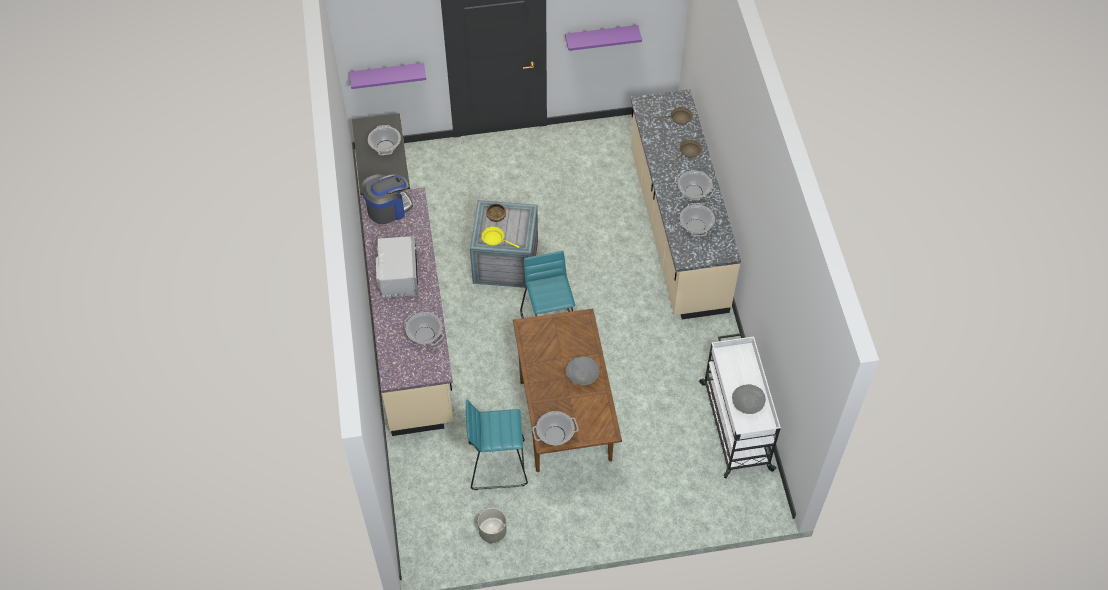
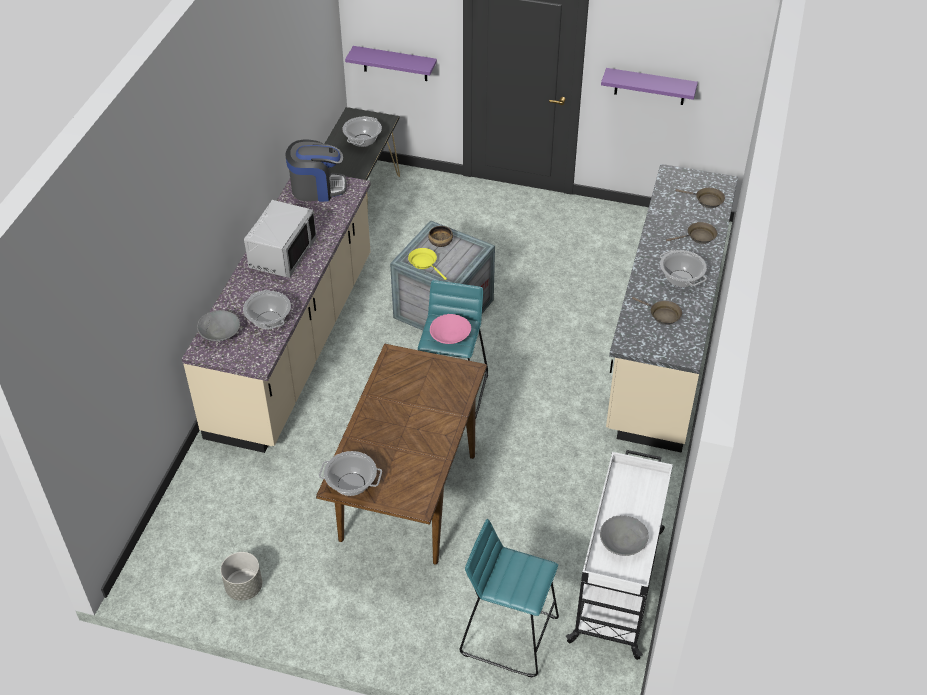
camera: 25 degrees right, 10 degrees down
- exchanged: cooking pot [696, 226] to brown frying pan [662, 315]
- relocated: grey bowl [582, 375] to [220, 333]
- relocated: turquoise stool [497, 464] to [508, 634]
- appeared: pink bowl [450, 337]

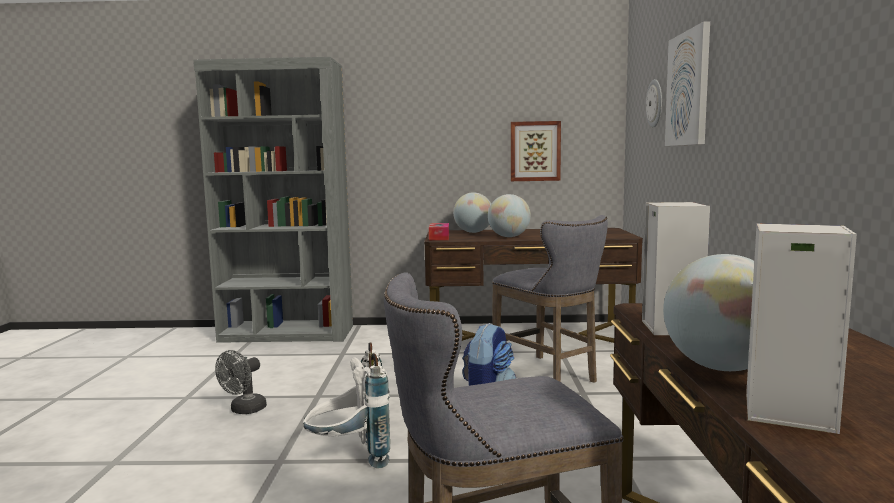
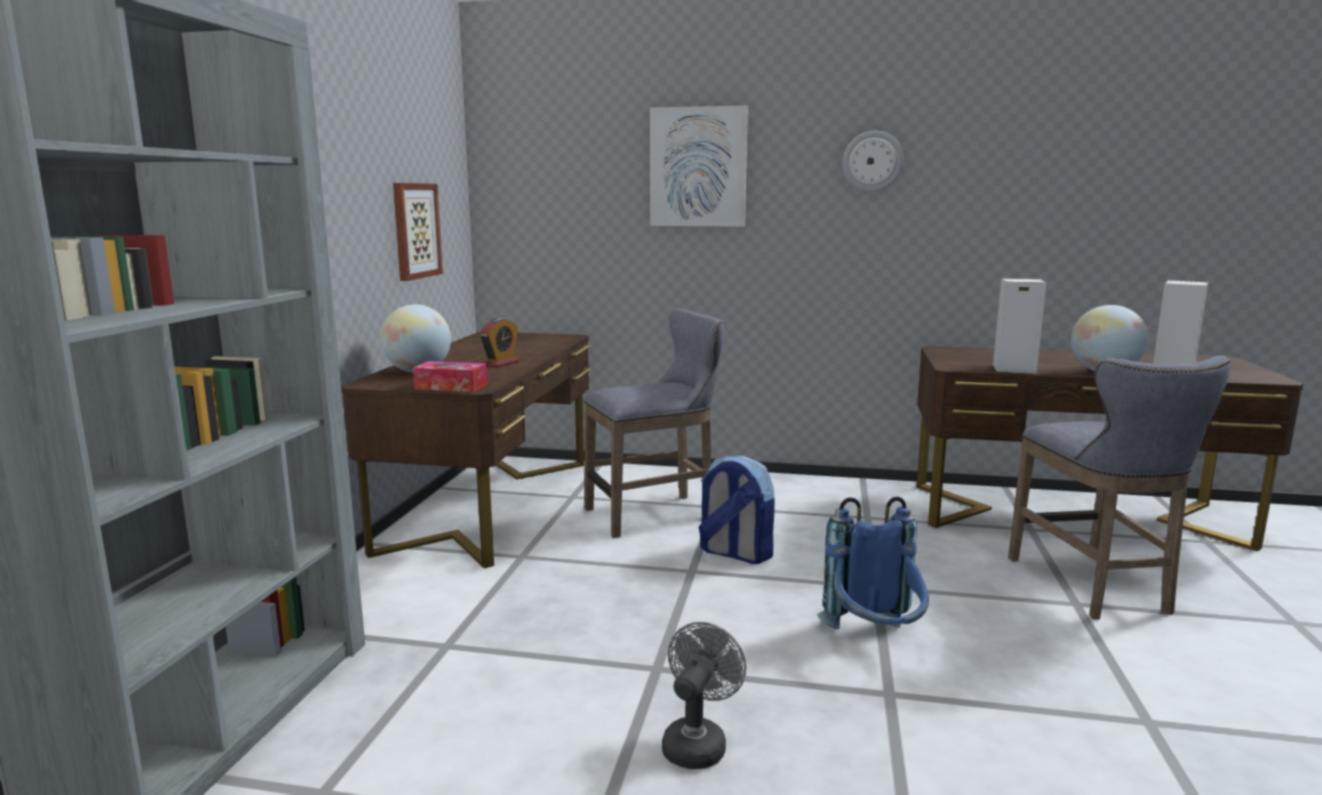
camera: 80 degrees left, 5 degrees up
- relocated: wall clock [655, 103] to [872, 161]
- exchanged: globe [509, 237] to alarm clock [500, 363]
- colour: white backpack [350, 457] to blue backpack [874, 642]
- spun: grey fan [244, 410] = [697, 742] 105 degrees counterclockwise

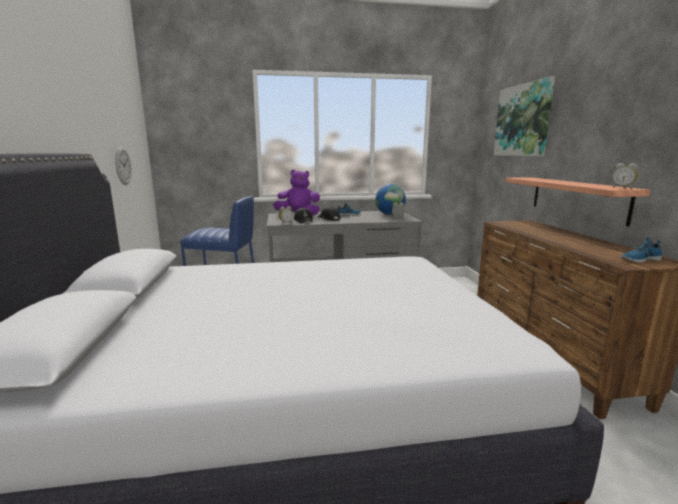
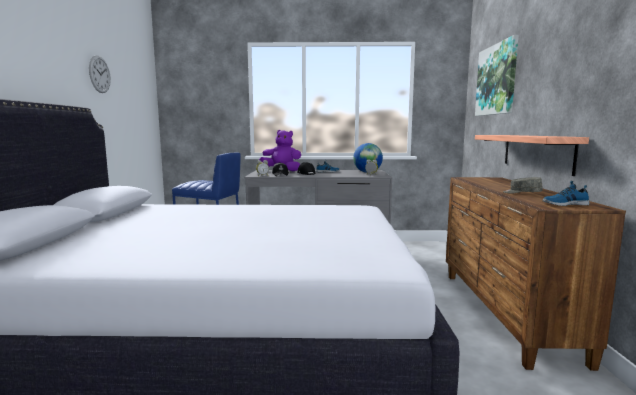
camera: 10 degrees right, 5 degrees down
- relocated: wall clock [123, 166] to [99, 74]
- missing: alarm clock [623, 188]
- appeared: grey cap [522, 193]

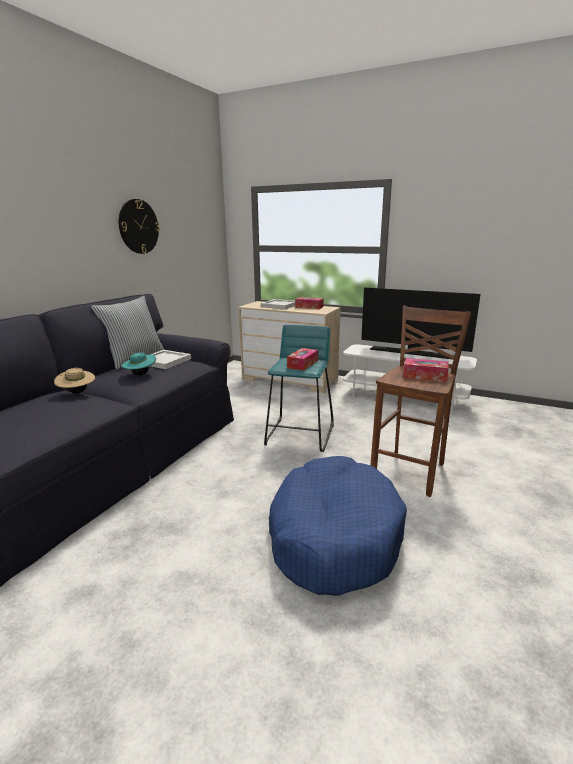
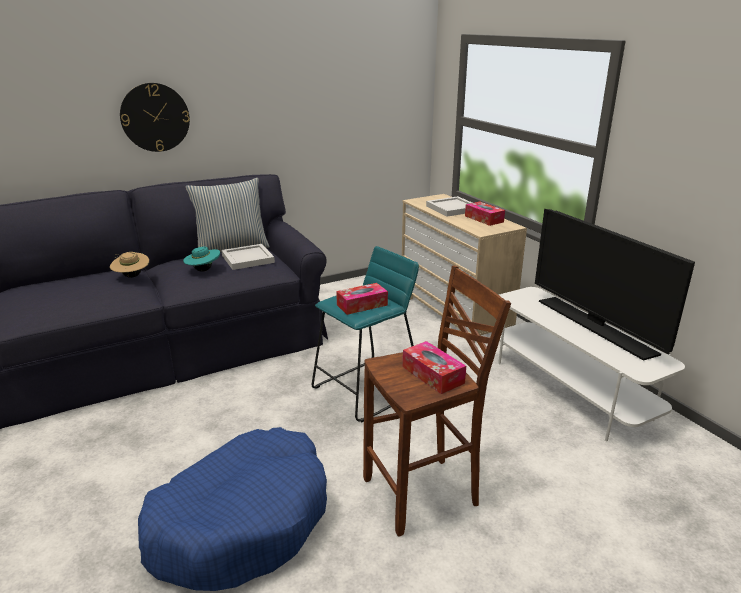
camera: 35 degrees right, 5 degrees up
- relocated: wall clock [138, 226] to [155, 117]

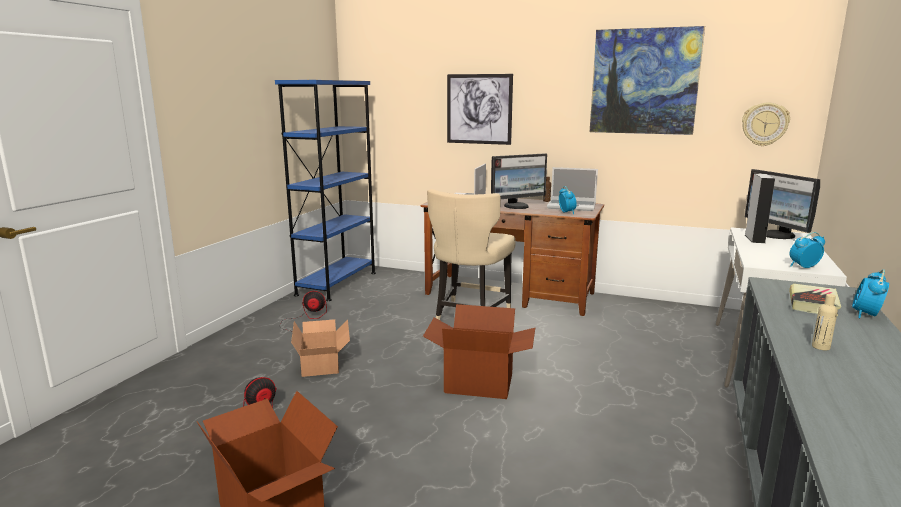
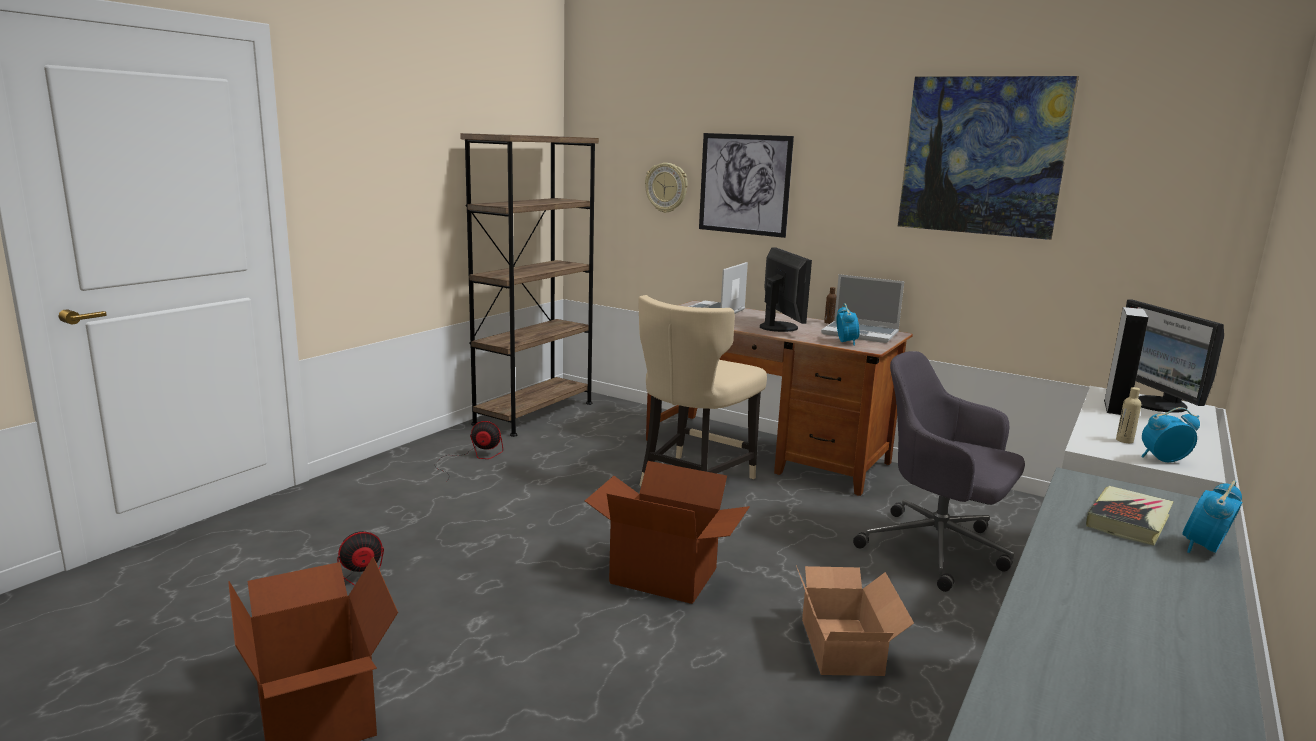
camera: 10 degrees right, 0 degrees up
- colour: blue bookcase [337, 283] to brown bookcase [534, 413]
- relocated: wall clock [764, 124] to [666, 187]
- spun: monitor [517, 206] = [780, 327] 90 degrees counterclockwise
- relocated: beige bottle [820, 347] to [1124, 440]
- relocated: cardboard box [323, 362] to [844, 645]
- appeared: grey office chair [938, 550]

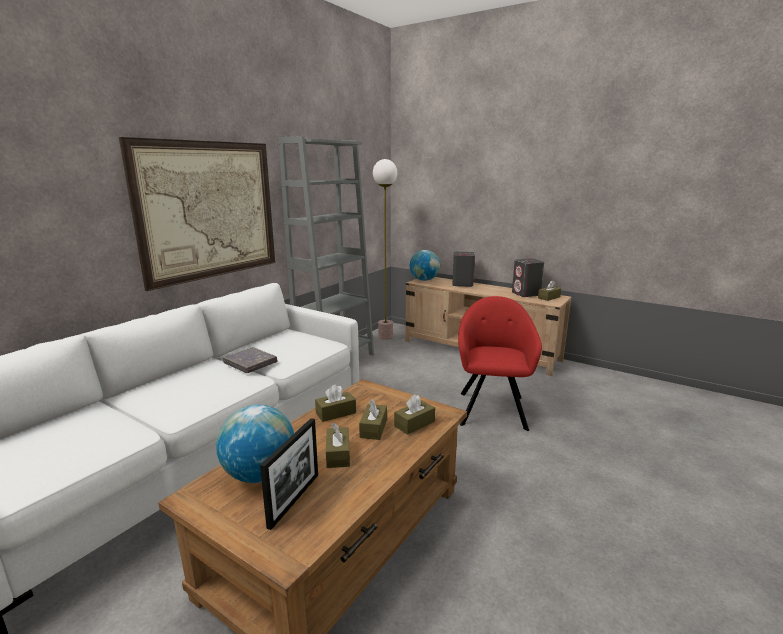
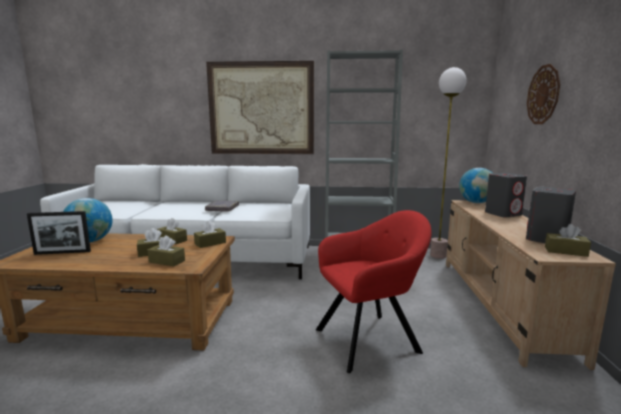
camera: 60 degrees right, 5 degrees down
- relocated: brown tissue box [338, 454] to [210, 243]
- appeared: wall clock [543, 95]

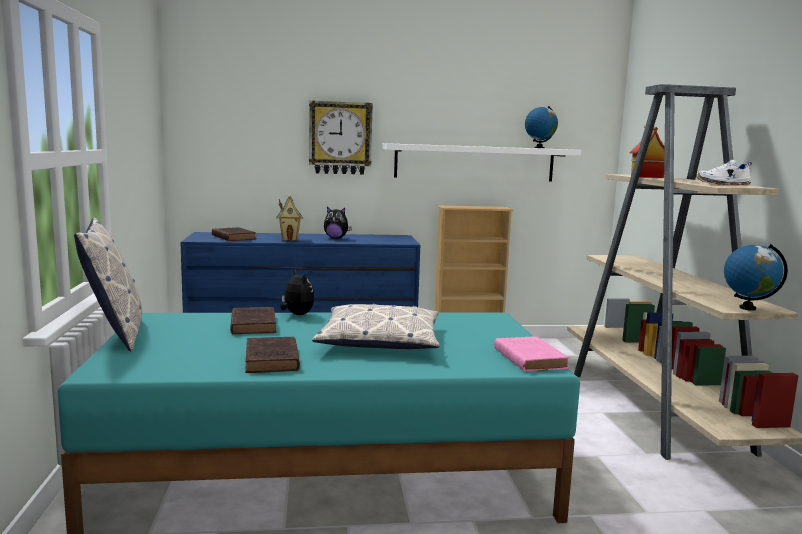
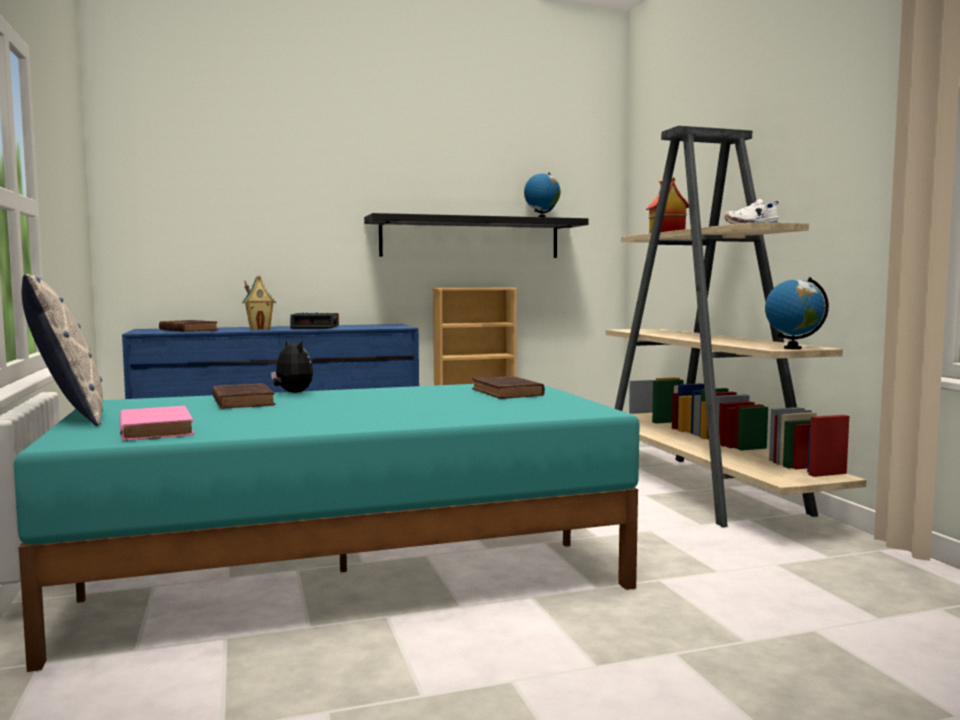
camera: 10 degrees left, 5 degrees down
- missing: wall clock [340, 138]
- colour: white shelf [474, 162] to black shelf [470, 238]
- exchanged: plush toy [336, 238] to alarm clock [315, 327]
- missing: pillow [380, 340]
- relocated: brown book [272, 360] to [508, 393]
- relocated: pink book [529, 358] to [155, 429]

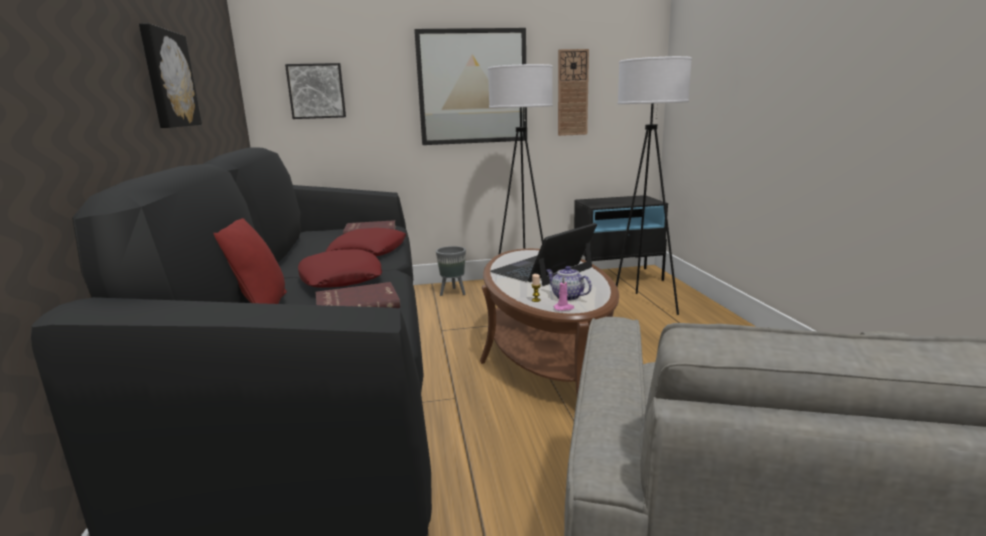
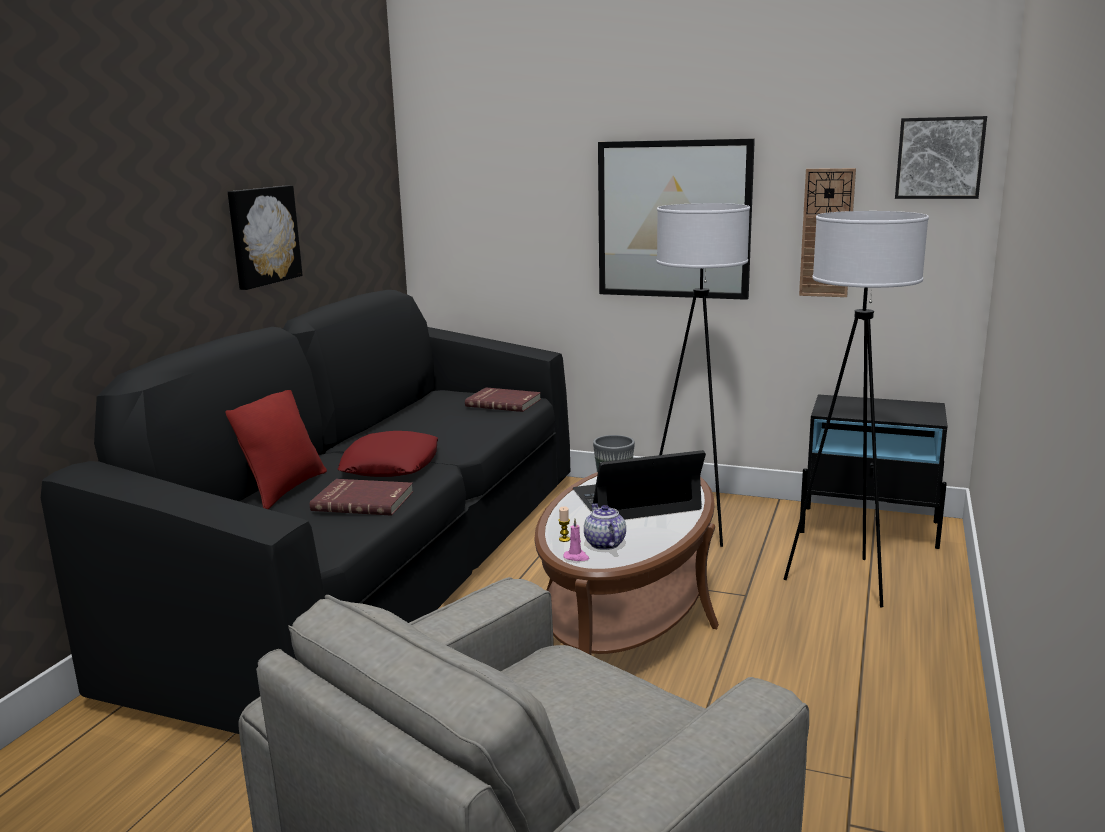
camera: 30 degrees right, 0 degrees up
- relocated: picture [316, 91] to [939, 158]
- missing: red pillow [368, 251]

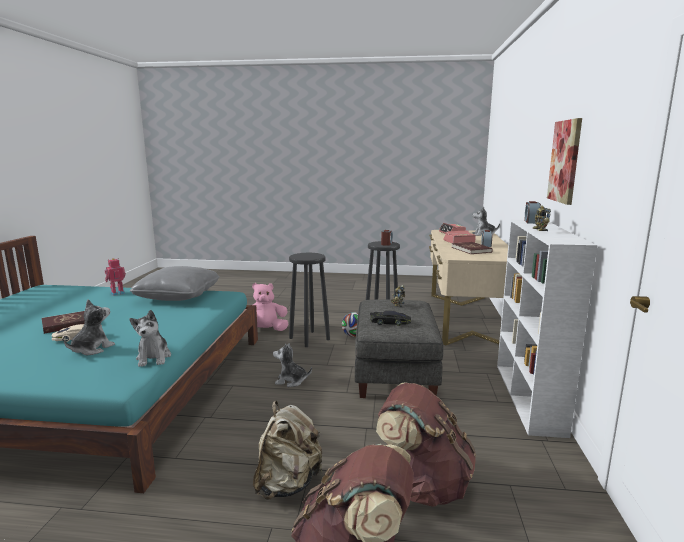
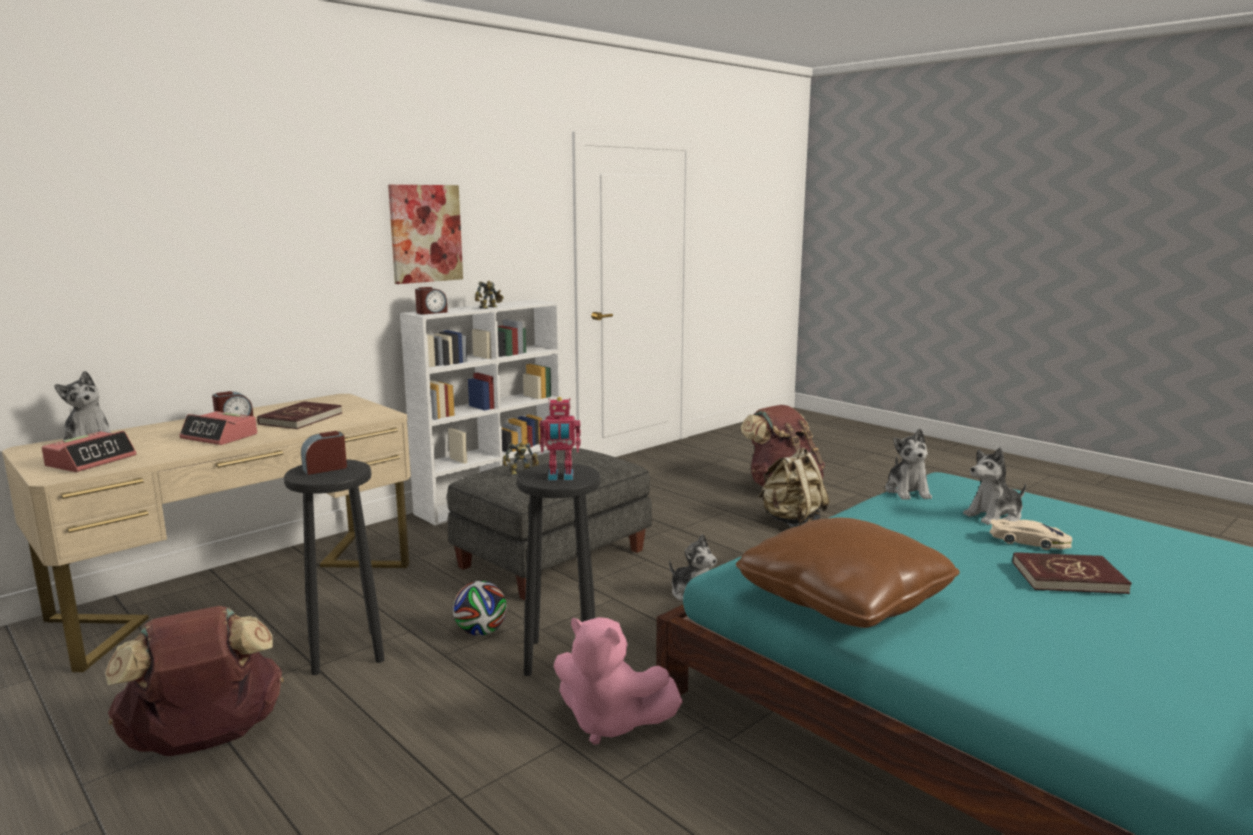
camera: 140 degrees left, 0 degrees up
- relocated: toy robot [117, 293] to [560, 477]
- colour: grey pillow [178, 296] to brown pillow [843, 599]
- spun: plush toy [154, 358] = [907, 491] 150 degrees clockwise
- missing: black toy car [390, 322]
- relocated: brown backpack [423, 485] to [205, 741]

